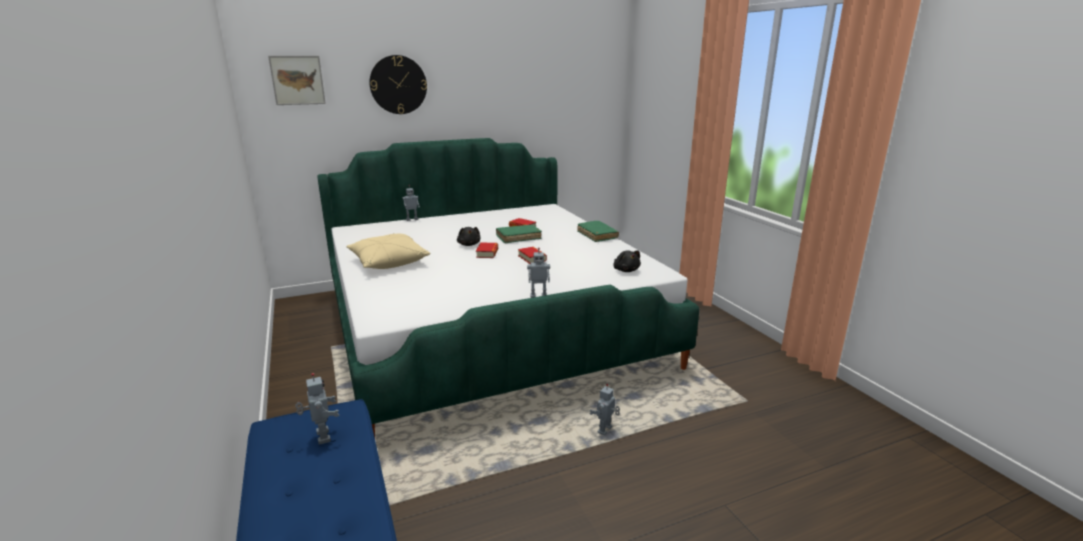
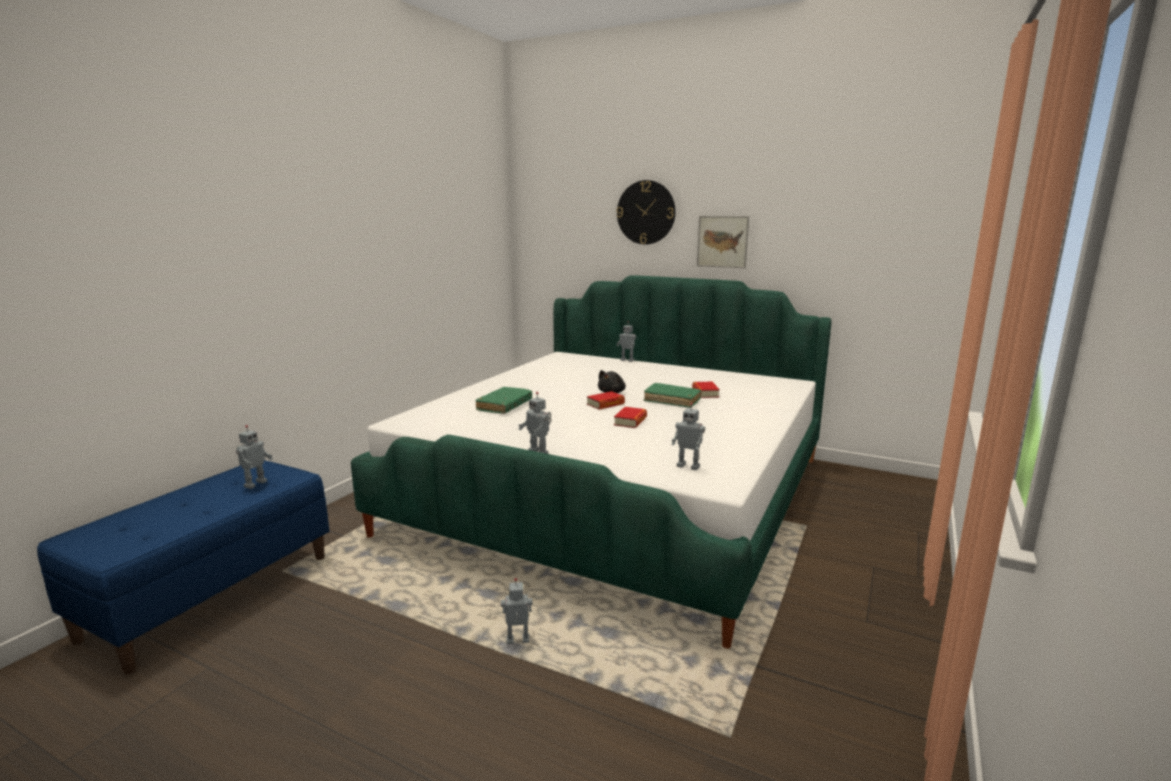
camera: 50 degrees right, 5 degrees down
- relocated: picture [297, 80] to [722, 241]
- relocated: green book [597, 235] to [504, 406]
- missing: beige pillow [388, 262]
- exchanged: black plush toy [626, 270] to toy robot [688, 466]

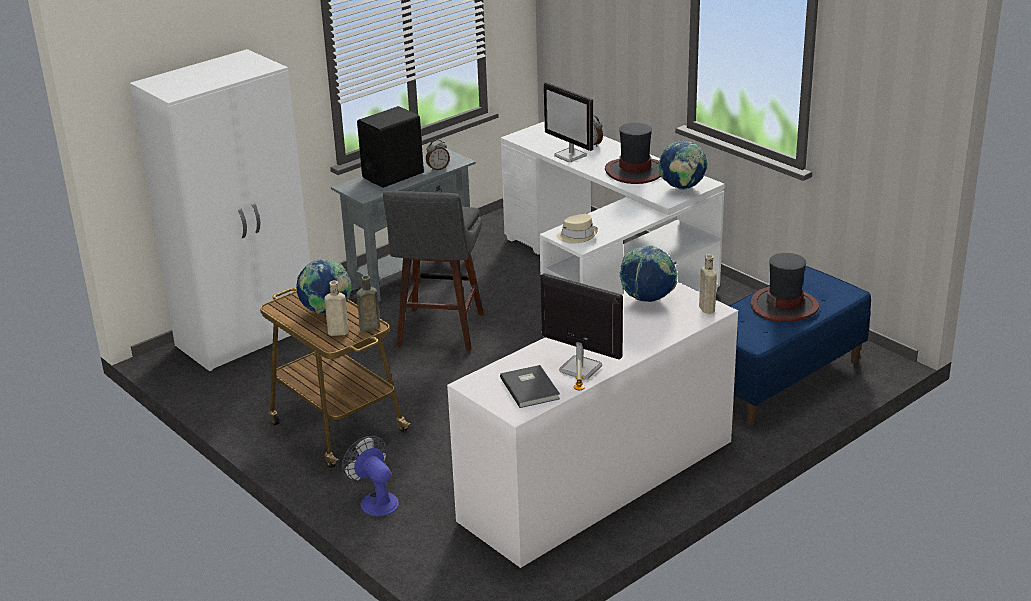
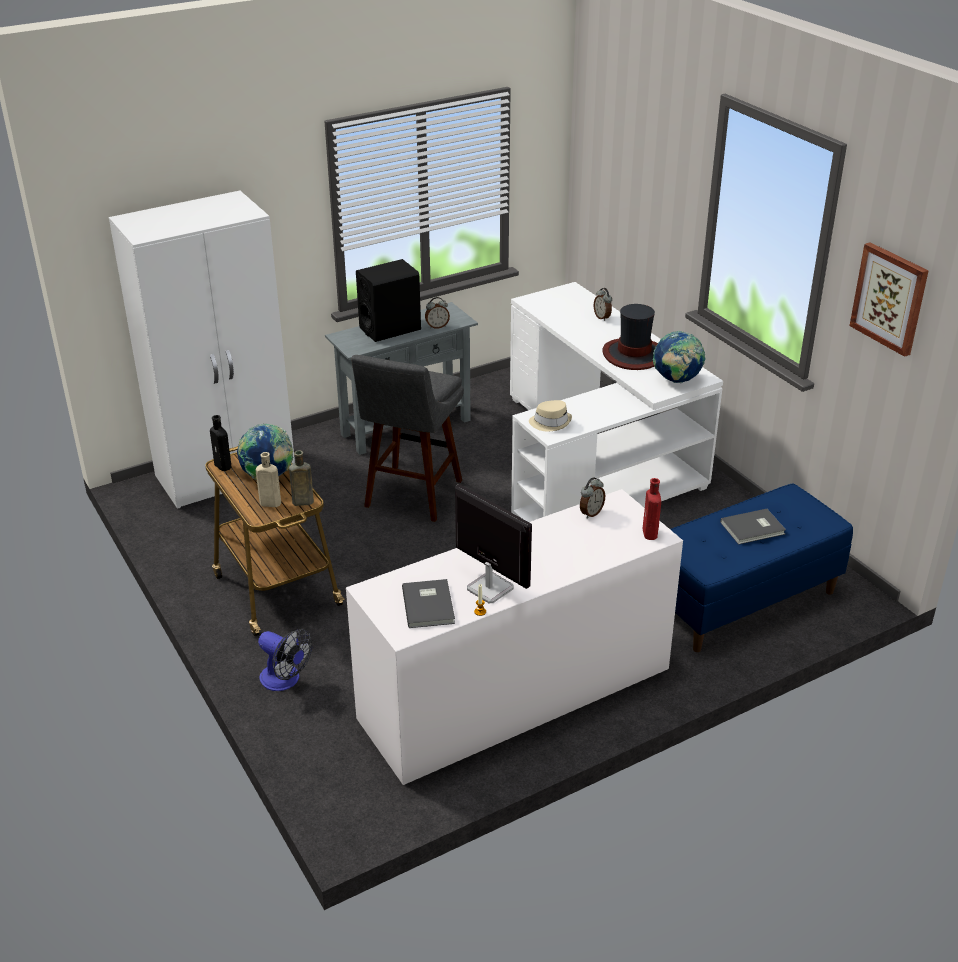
camera: 10 degrees right, 5 degrees up
- missing: monitor [571, 156]
- exchanged: globe [648, 299] to alarm clock [591, 513]
- exchanged: hat [784, 306] to grey book [754, 529]
- colour: beige bottle [707, 309] to red bottle [650, 534]
- spun: fan [375, 500] = [285, 680] 150 degrees clockwise
- appeared: picture [890, 298]
- appeared: black bottle [223, 466]

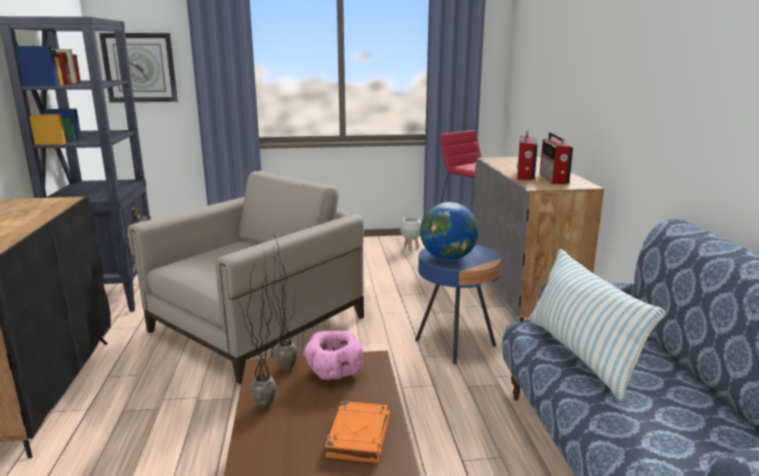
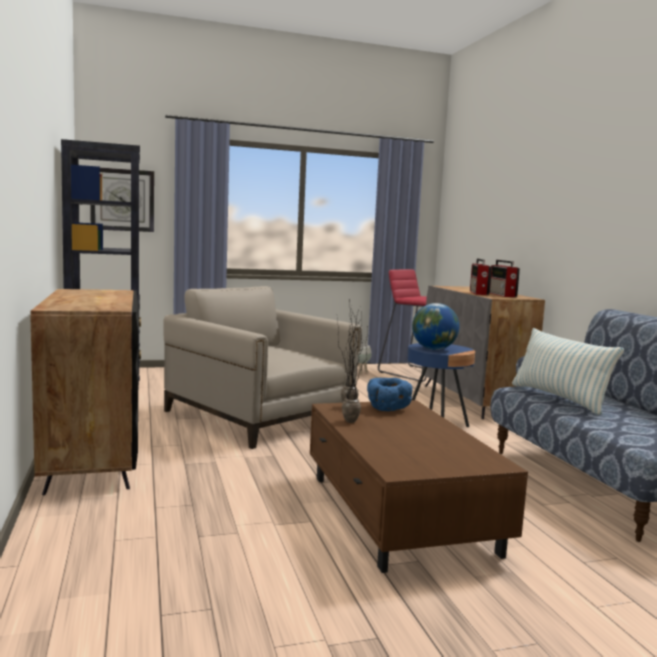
camera: 10 degrees left, 10 degrees down
- spun: beige armchair [257, 324] = [259, 416] 75 degrees counterclockwise
- colour: pink bowl [334, 373] to blue bowl [387, 409]
- missing: orange book [359, 435]

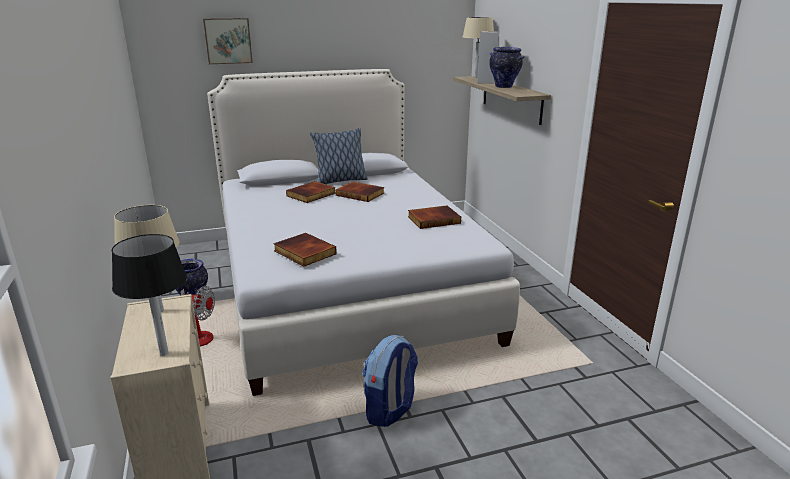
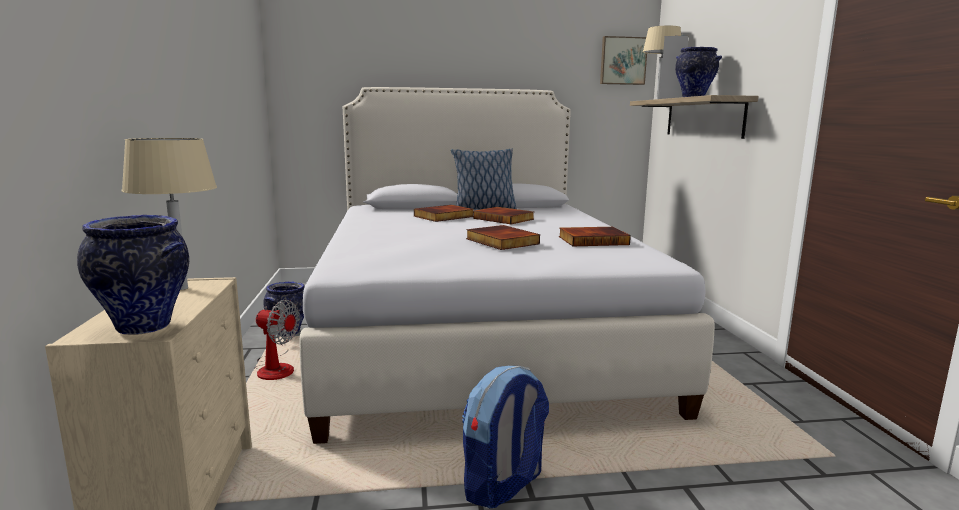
camera: 10 degrees right, 10 degrees down
- relocated: picture [228, 41] to [622, 61]
- relocated: book [303, 252] to [500, 241]
- exchanged: black table lamp [164, 353] to vase [145, 327]

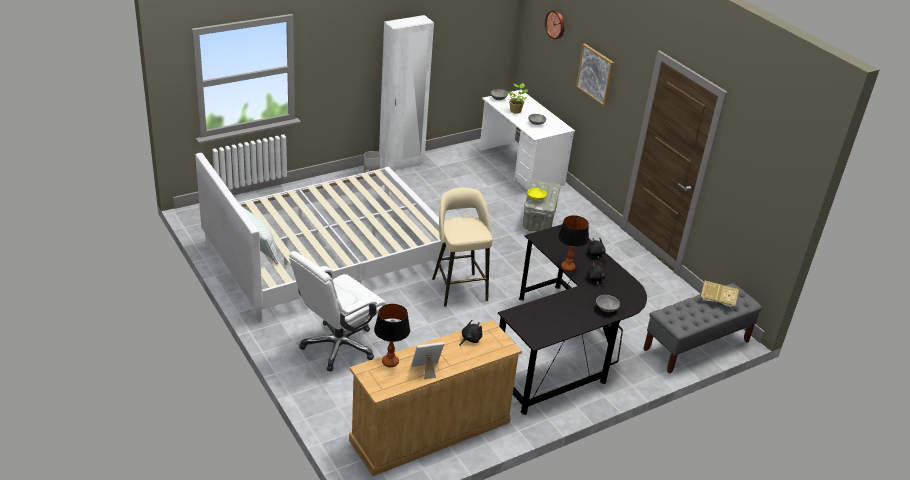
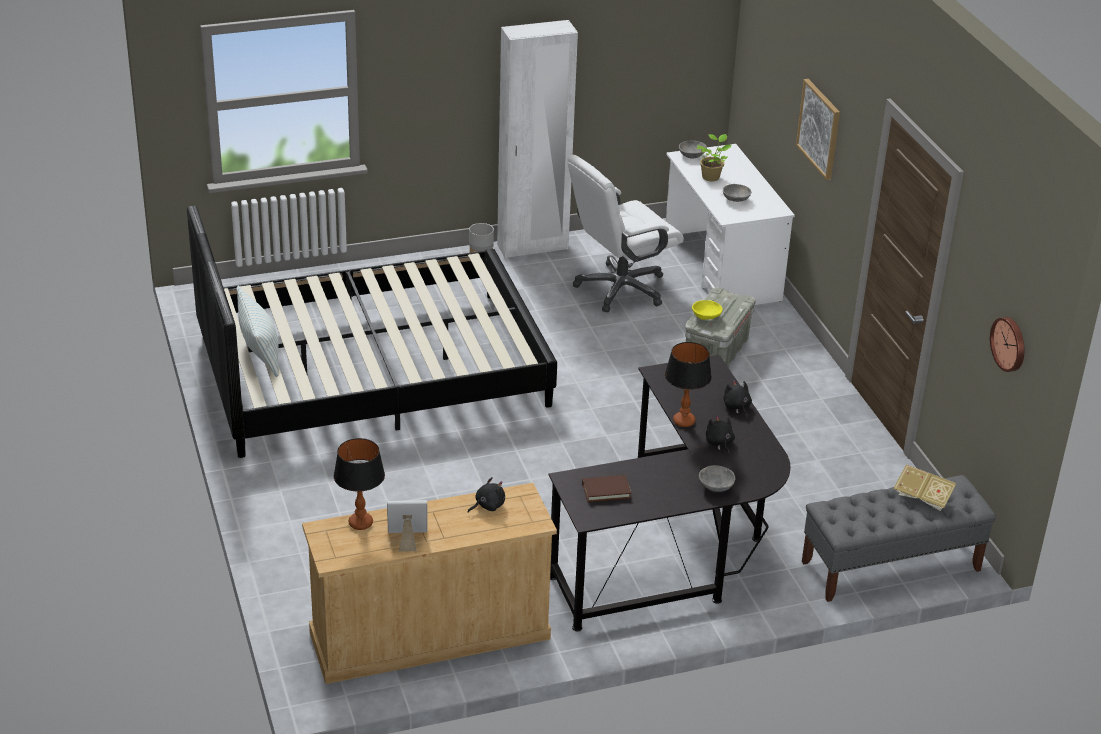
camera: 15 degrees right, 0 degrees up
- relocated: wall clock [556, 24] to [1010, 343]
- colour: white bed [327, 253] to black bed [372, 371]
- missing: beige stool [459, 288]
- relocated: white office chair [338, 346] to [620, 289]
- appeared: brown book [606, 490]

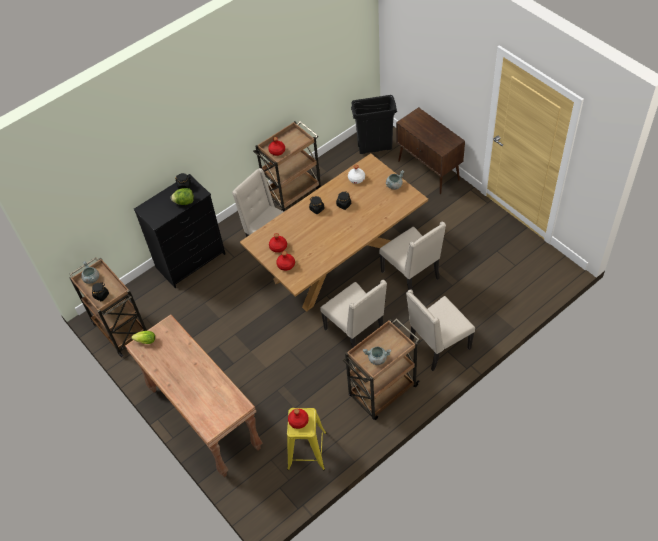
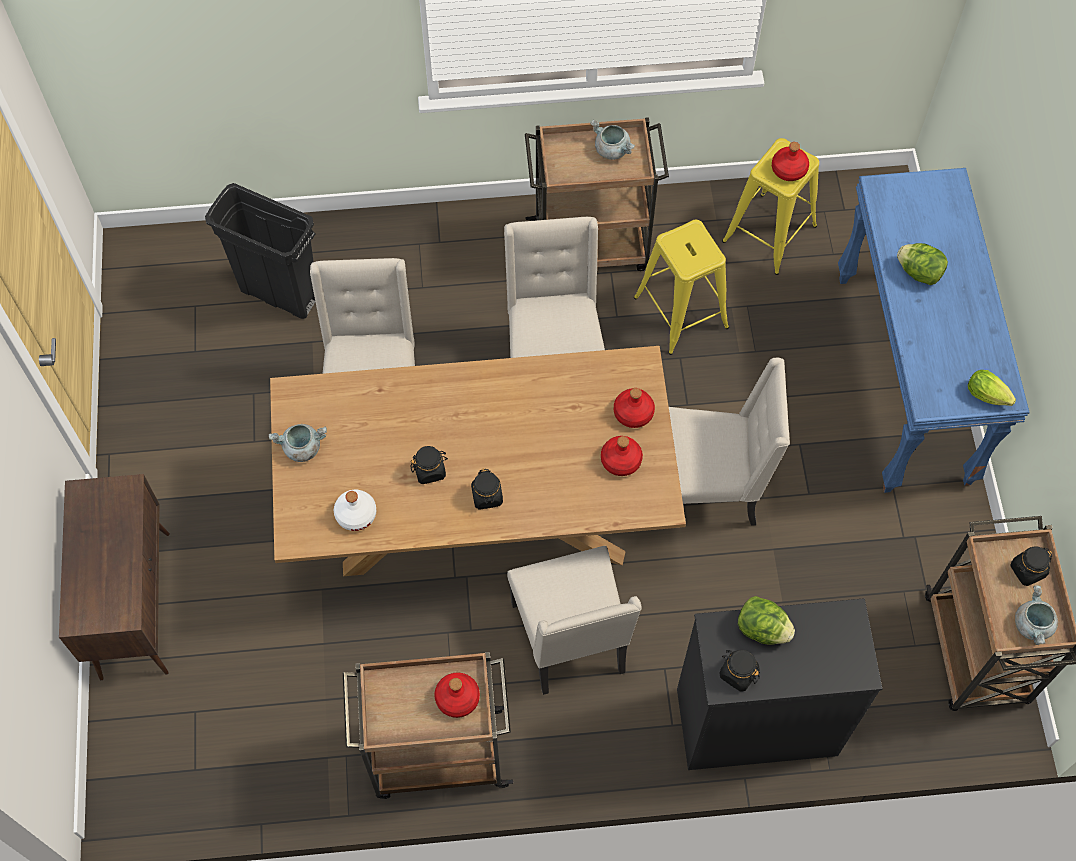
camera: 150 degrees left, 10 degrees up
- relocated: black trash can [375, 147] to [279, 294]
- relocated: beige chair [437, 346] to [708, 488]
- colour: brown console table [203, 419] to blue console table [904, 379]
- appeared: yellow stool [681, 312]
- appeared: lettuce [919, 272]

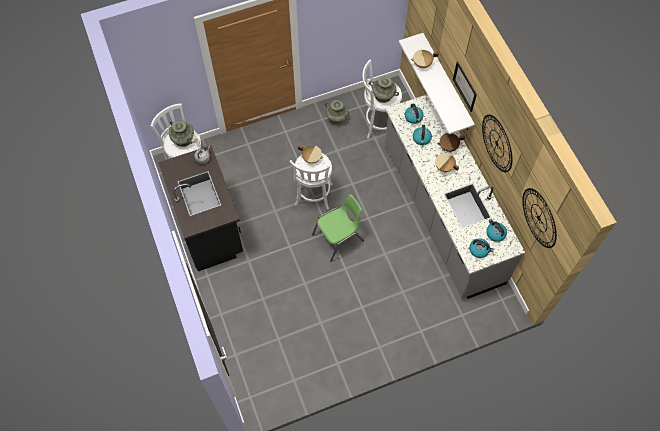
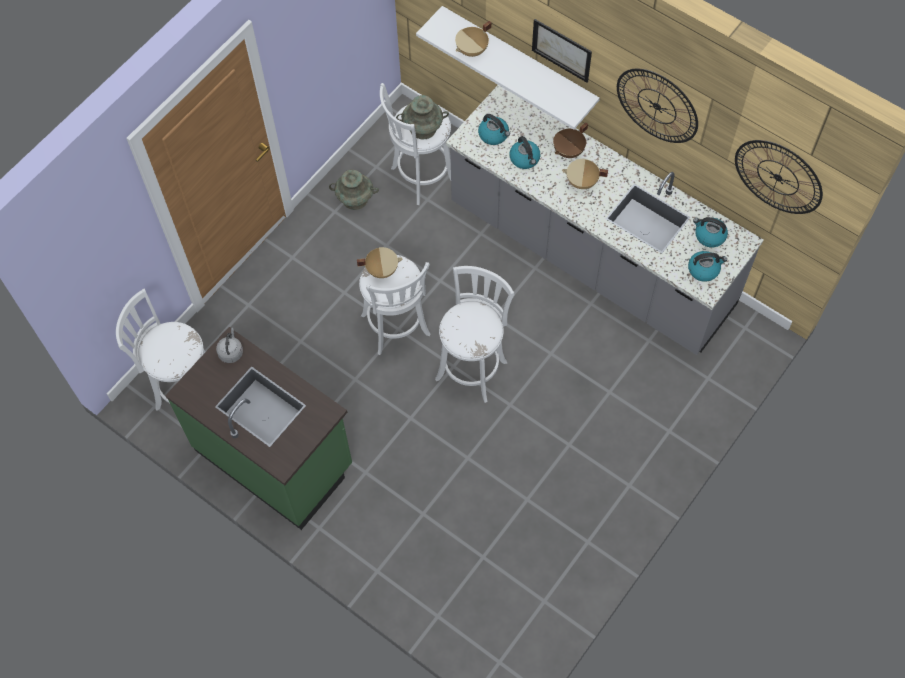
camera: 30 degrees left, 0 degrees up
- missing: turquoise vase [183, 139]
- colour: black counter [209, 227] to green counter [275, 457]
- exchanged: green chair [339, 238] to white stool [473, 367]

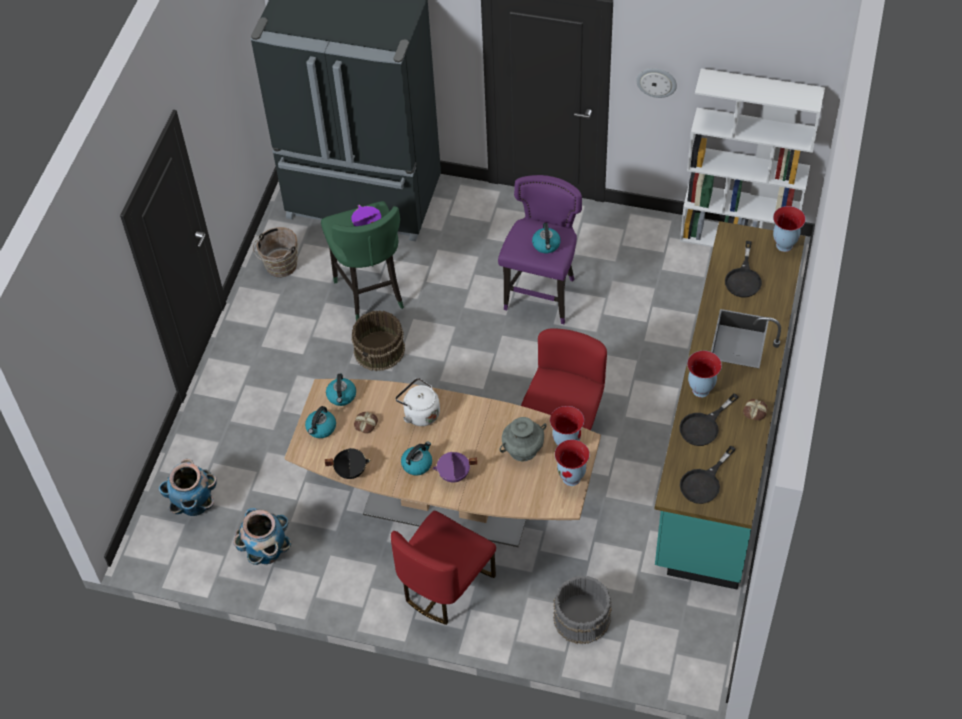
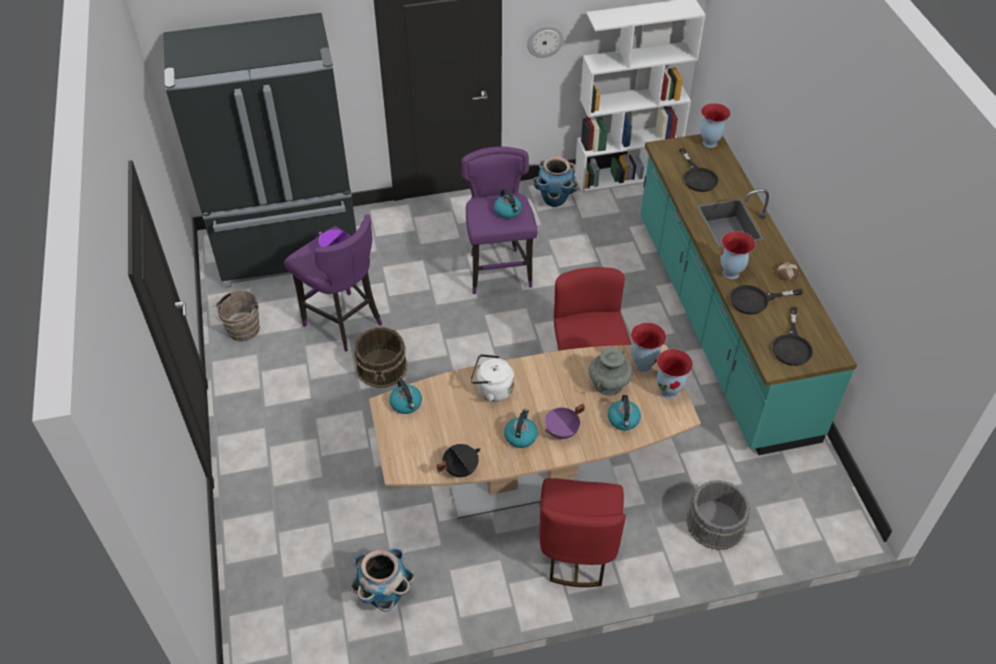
camera: 30 degrees left, 5 degrees down
- colour: green stool [370, 292] to purple stool [343, 322]
- spun: black frying pan [704, 426] = [756, 300] 60 degrees clockwise
- relocated: kettle [321, 428] to [623, 420]
- missing: bread [365, 424]
- relocated: planter [194, 505] to [554, 200]

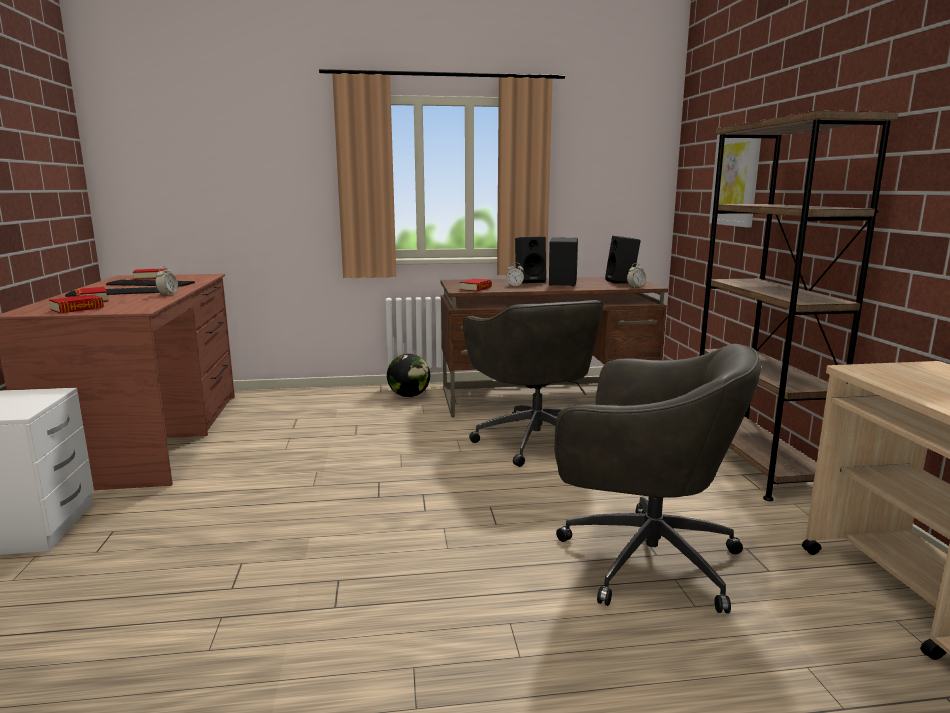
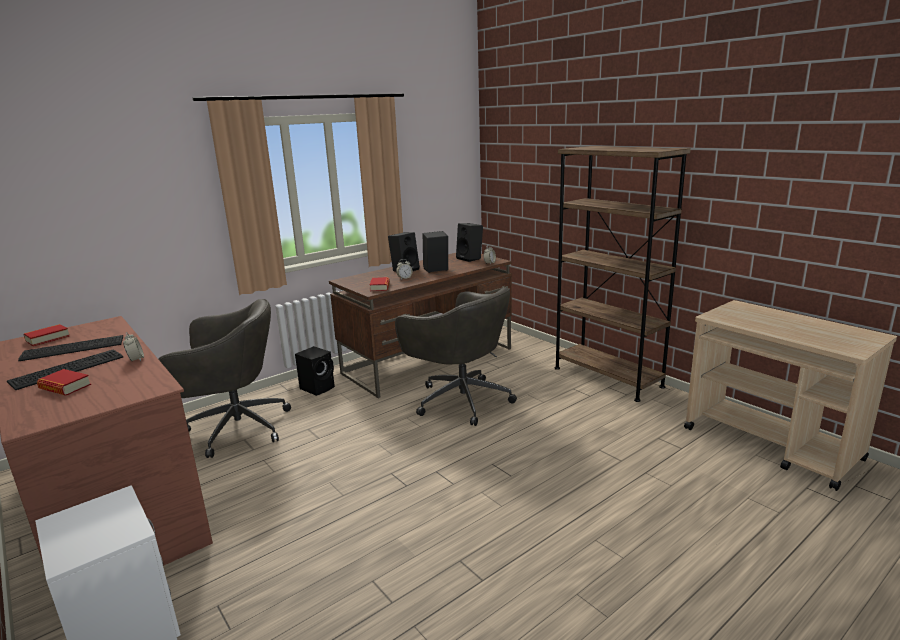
camera: 30 degrees left, 5 degrees up
- missing: picture [736, 177]
- missing: book [77, 309]
- relocated: grey office chair [643, 558] to [235, 428]
- exchanged: globe [409, 396] to black speaker [318, 387]

